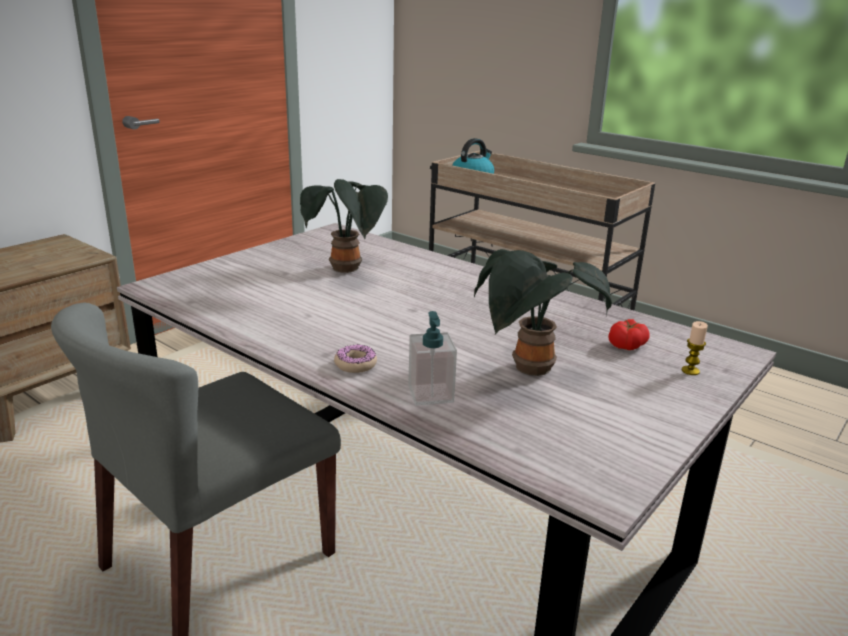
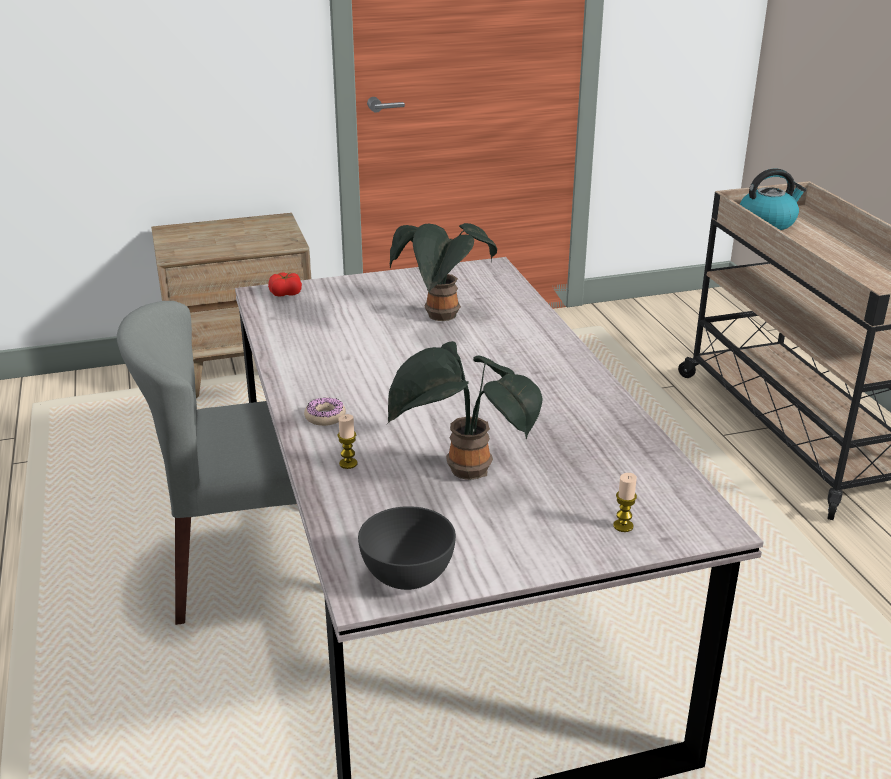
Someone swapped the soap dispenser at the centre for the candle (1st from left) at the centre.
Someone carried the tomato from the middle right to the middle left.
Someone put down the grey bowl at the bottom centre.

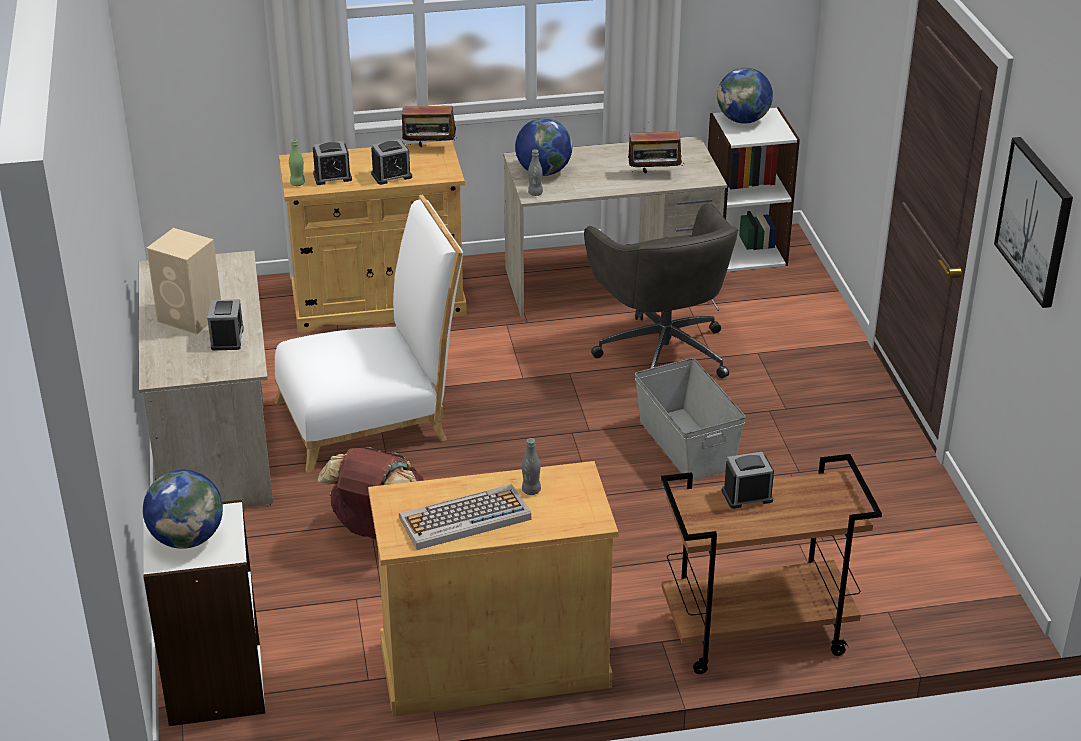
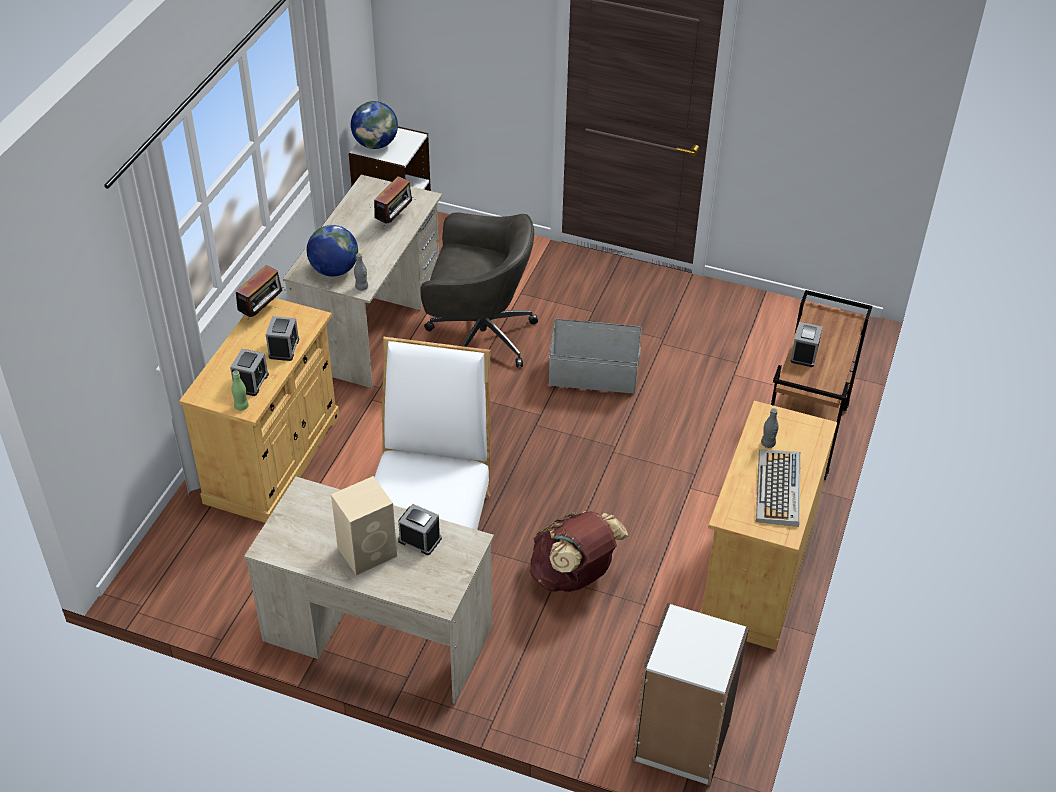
Someone took away the picture at the top right.
Someone took away the globe (1st from left) at the bottom left.

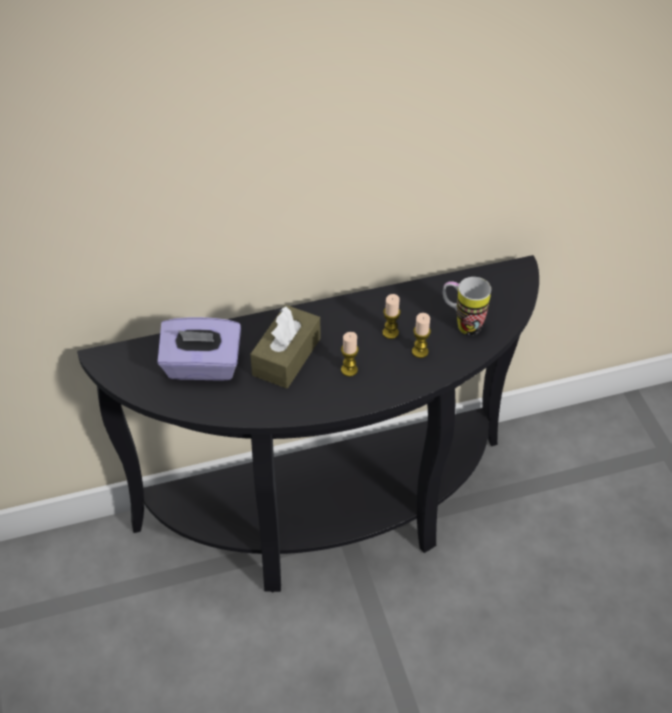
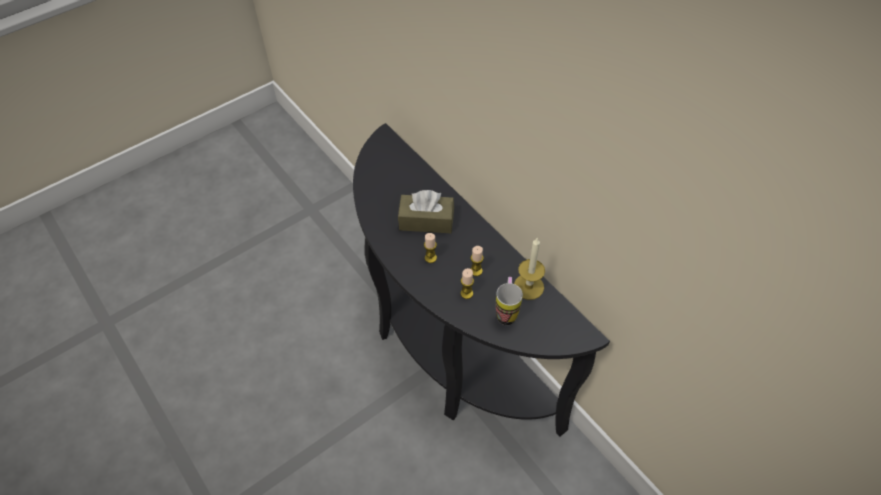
Someone took away the purple tissue box at the middle left.
Someone put down the candle (4th from left) at the centre.

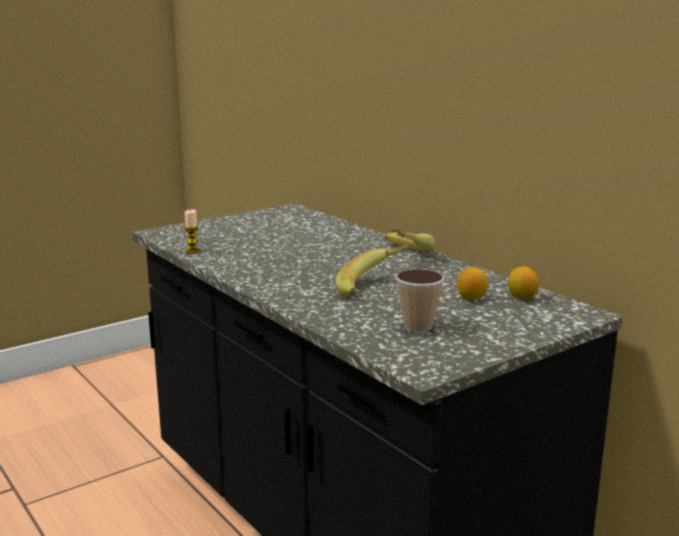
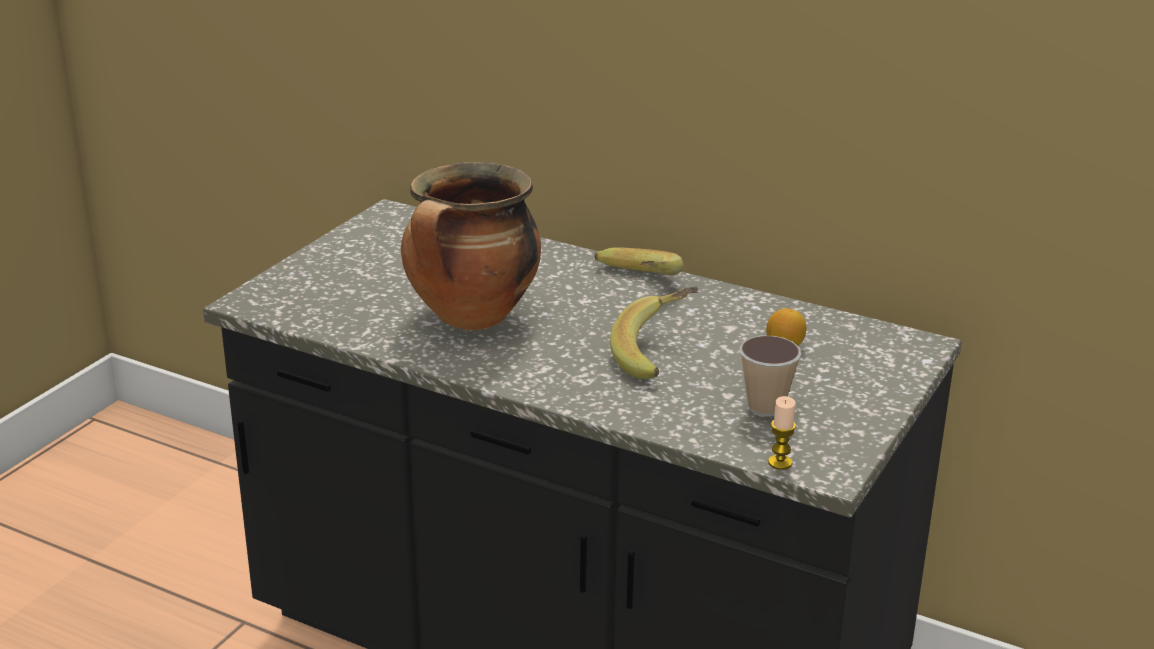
Someone carried the candle from the middle left to the bottom right.
Someone took away the lemon (2nd from left) at the middle right.
Someone put down the cooking pot at the centre.

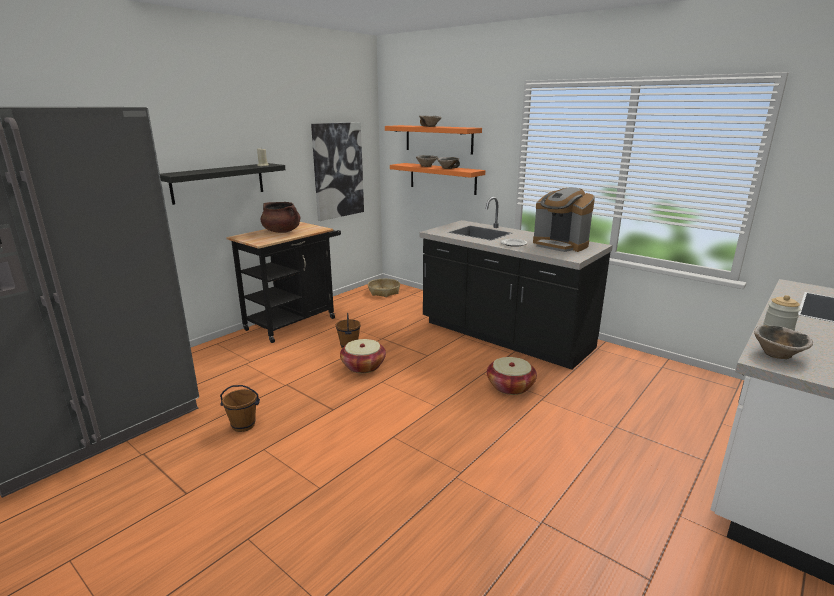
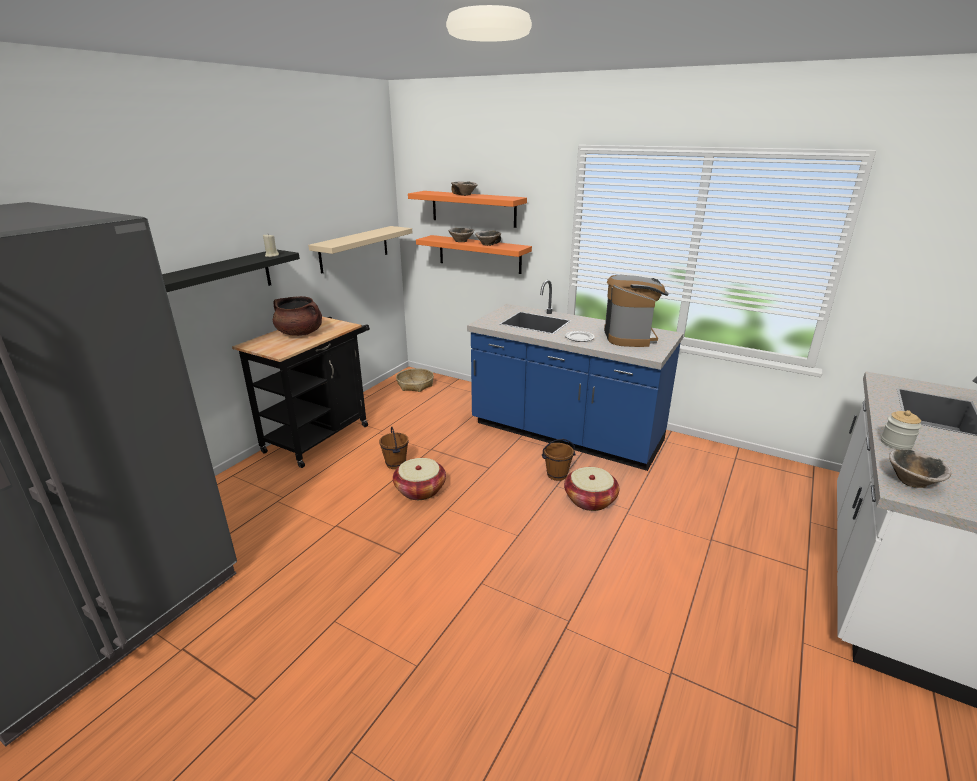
Someone swapped the picture at the top centre for the beige shelf at the top centre.
Someone rotated the coffee machine at the middle right by 120 degrees counterclockwise.
Someone repainted the black counter at the centre, which became the blue counter at the centre.
Someone carried the brown bucket (1st from left in the first image) from the bottom left to the centre.

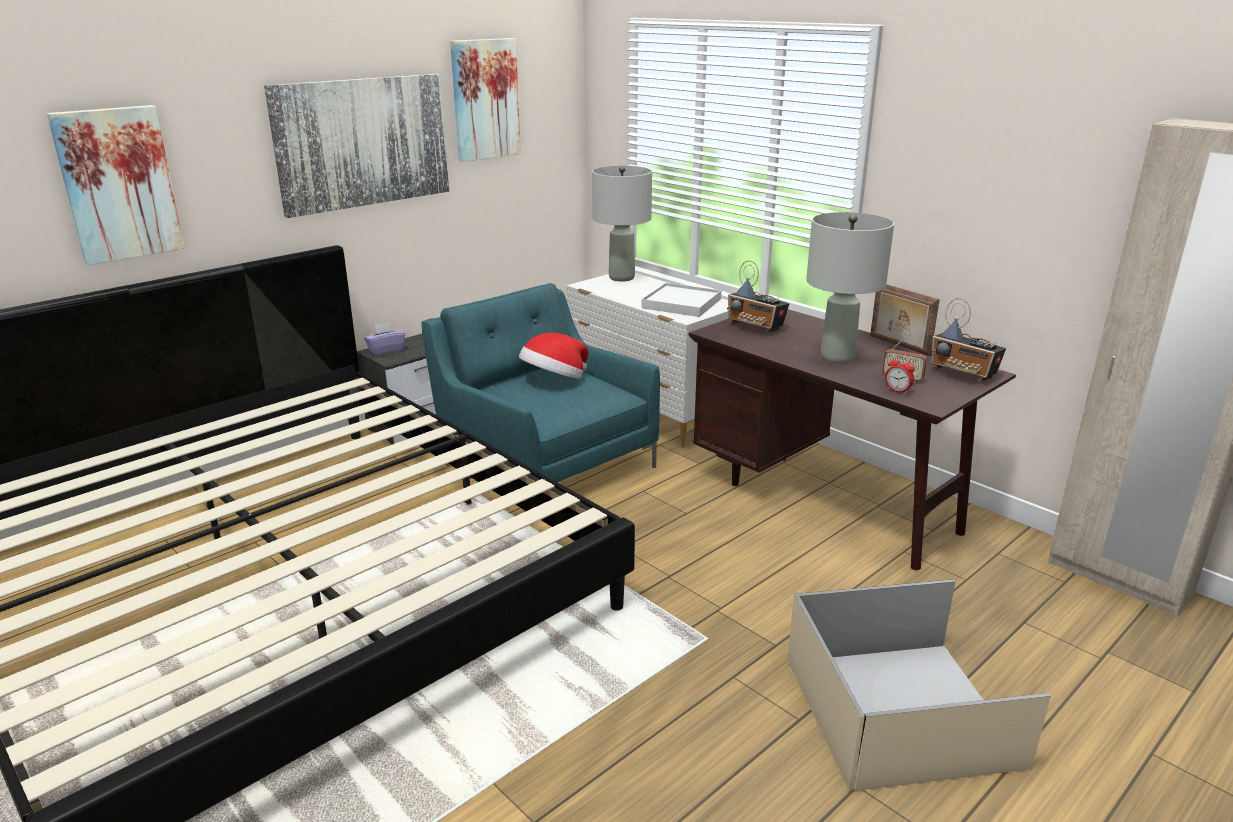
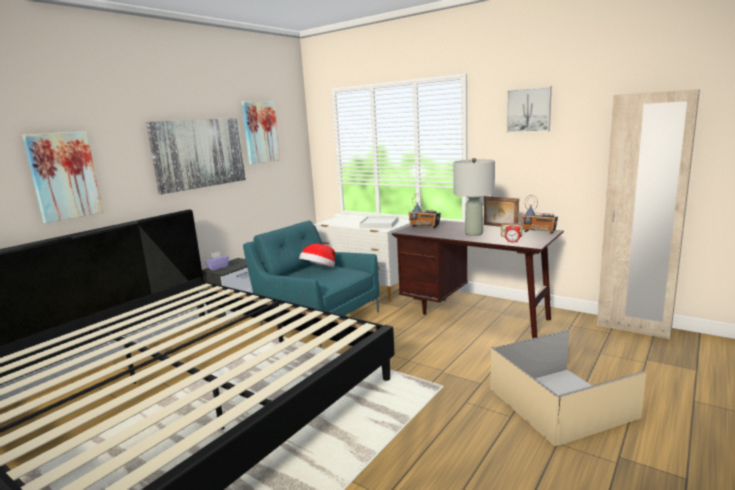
Someone took away the grey table lamp (1st from left) at the top centre.
Someone put up the picture (4th from left) at the top right.

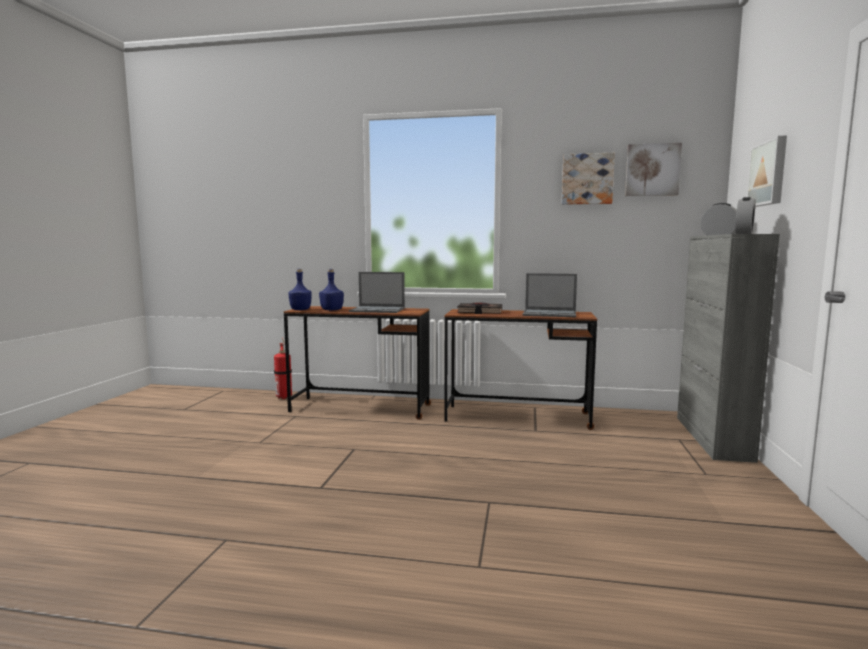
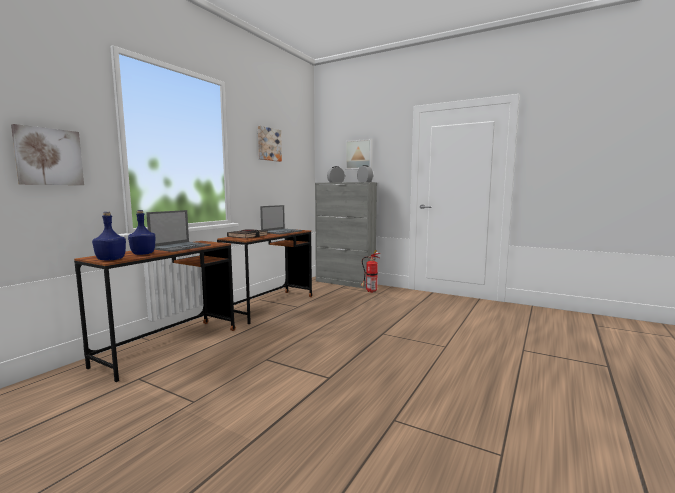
Someone carried the picture (2nd from left in the first image) from the top right to the top left.
Someone carried the fire extinguisher from the middle left to the centre.

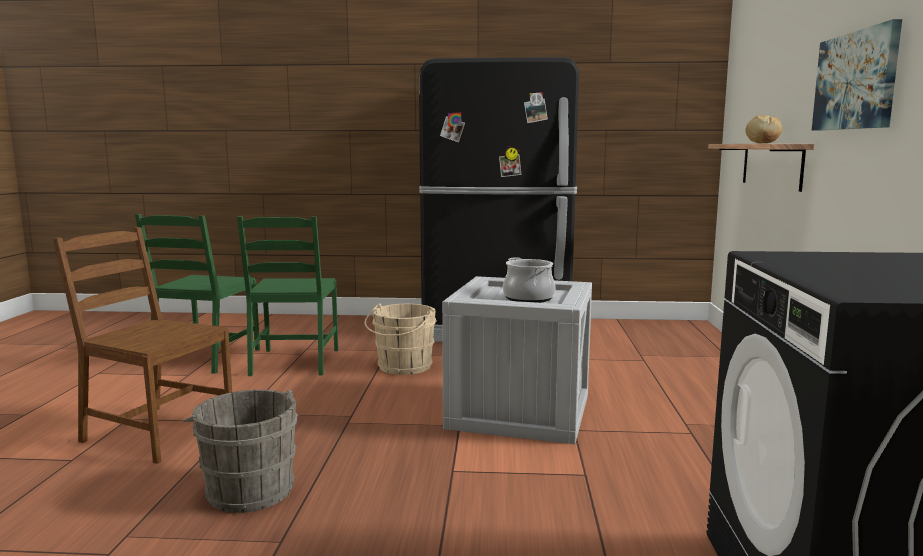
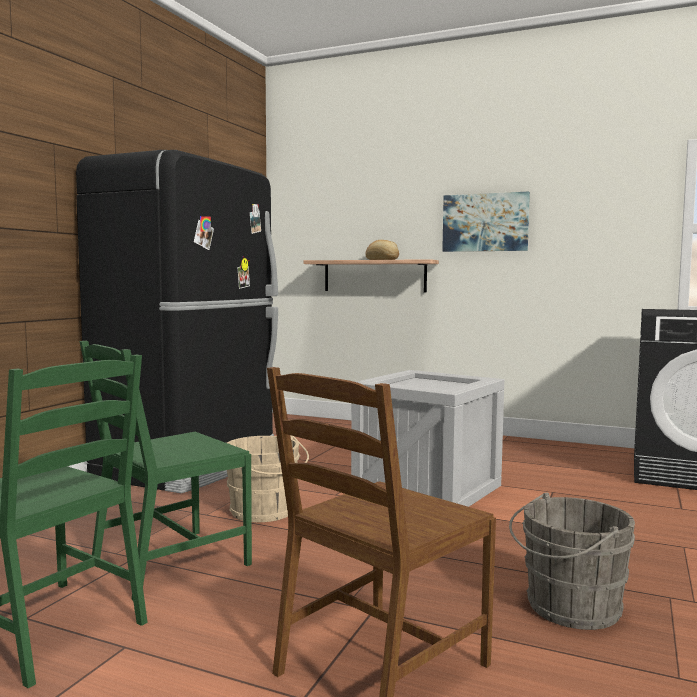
Someone rotated the green chair (2nd from left) at the middle left by 120 degrees clockwise.
Someone took away the cooking pot at the centre.

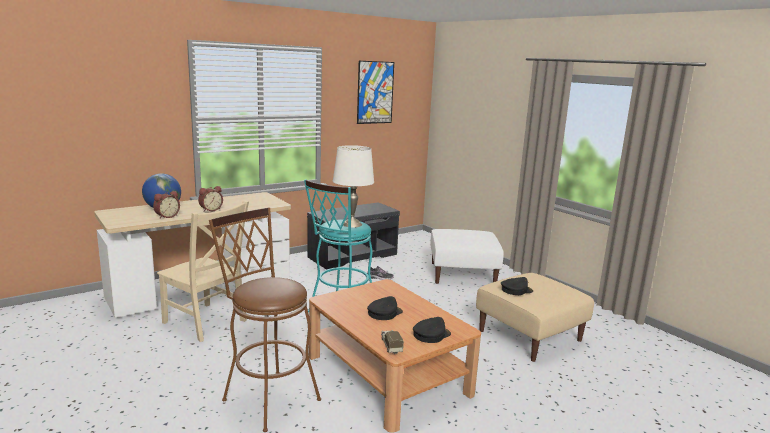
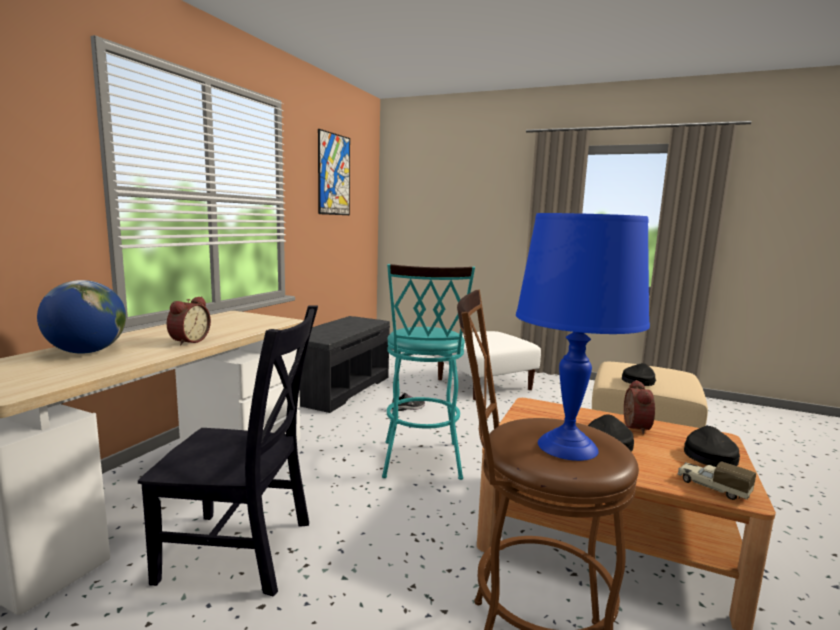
Someone took away the white table lamp at the centre.
Someone carried the alarm clock (1st from left in the first image) from the middle left to the middle right.
Someone repainted the beige chair at the middle left, which became the black chair at the bottom left.
Someone put down the blue table lamp at the middle right.

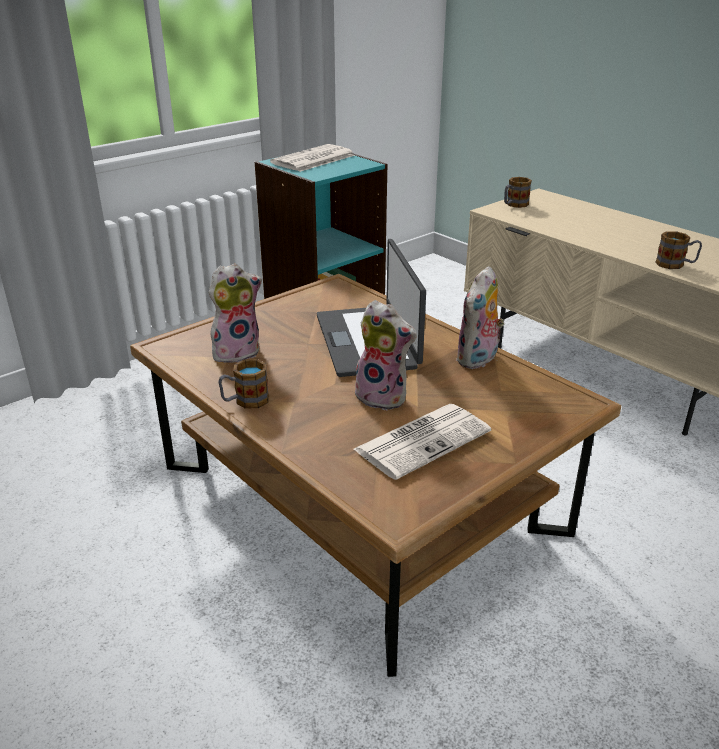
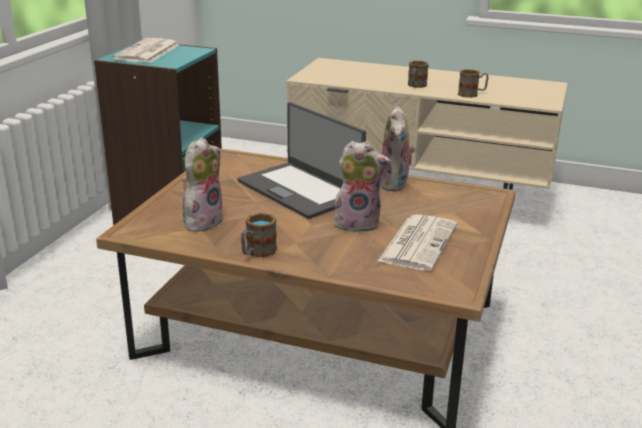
Someone carried the mug (2nd from left) from the top right to the top centre.

